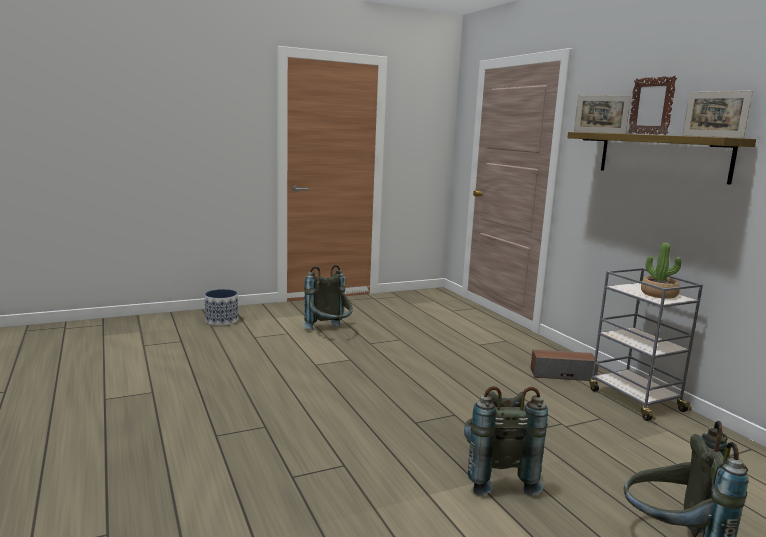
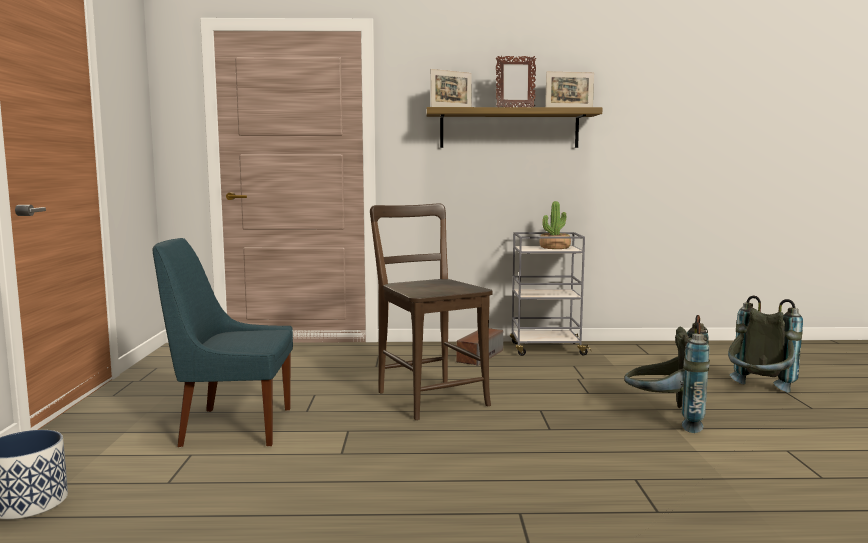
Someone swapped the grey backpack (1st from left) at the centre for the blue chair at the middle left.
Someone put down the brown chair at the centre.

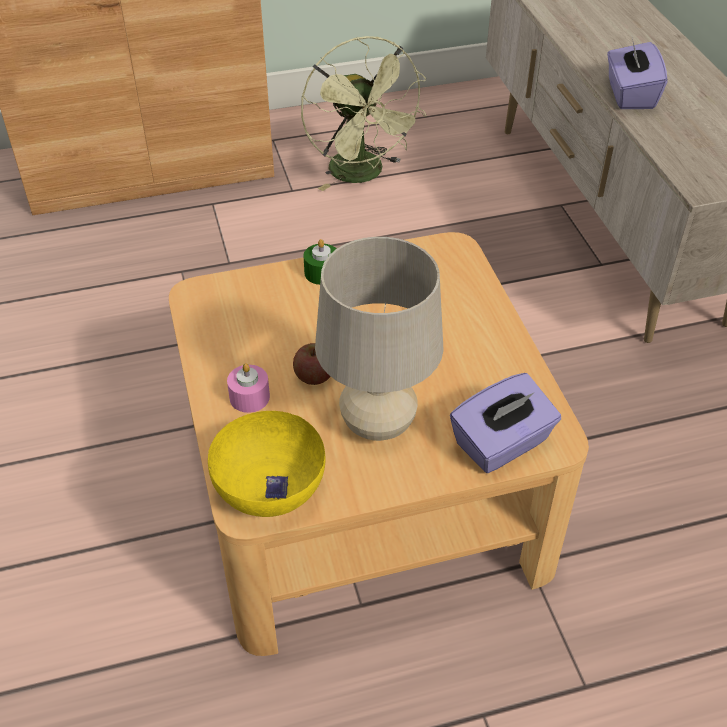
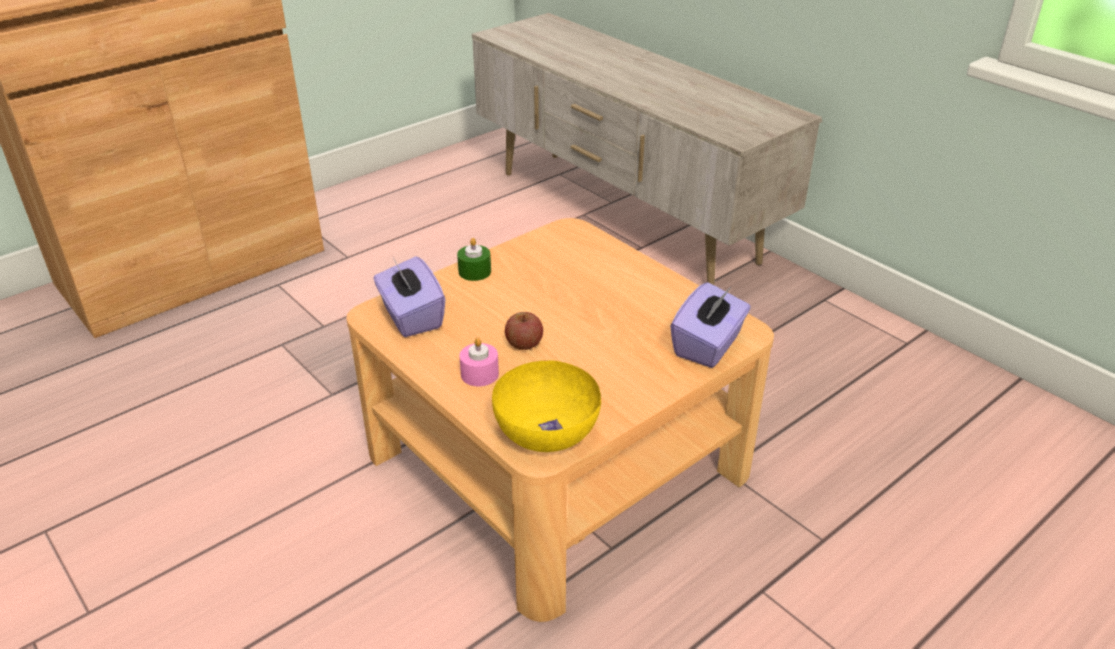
Someone took away the green fan at the top centre.
Someone carried the purple tissue box (2nd from left in the first image) from the top right to the centre.
Someone took away the beige table lamp at the centre.

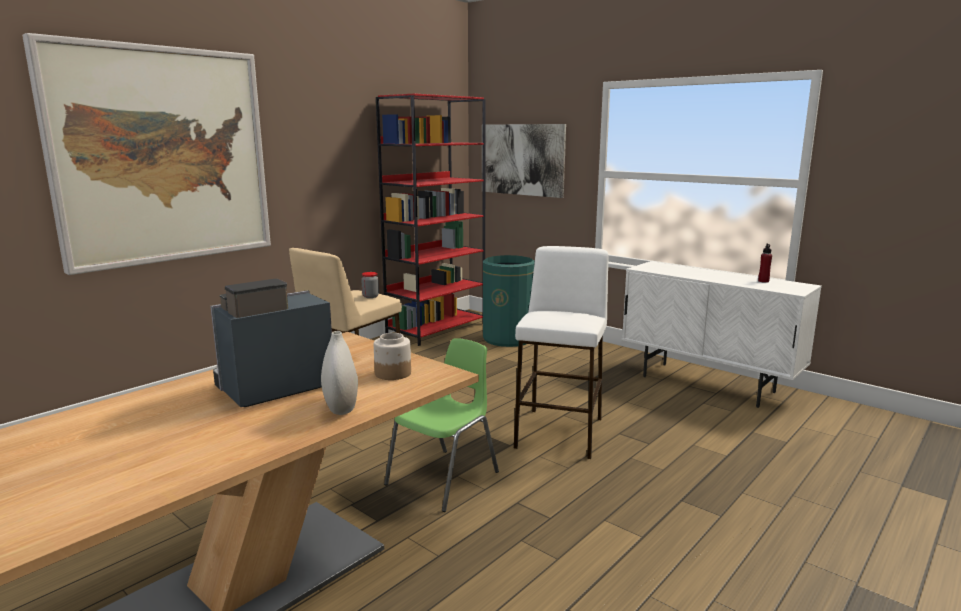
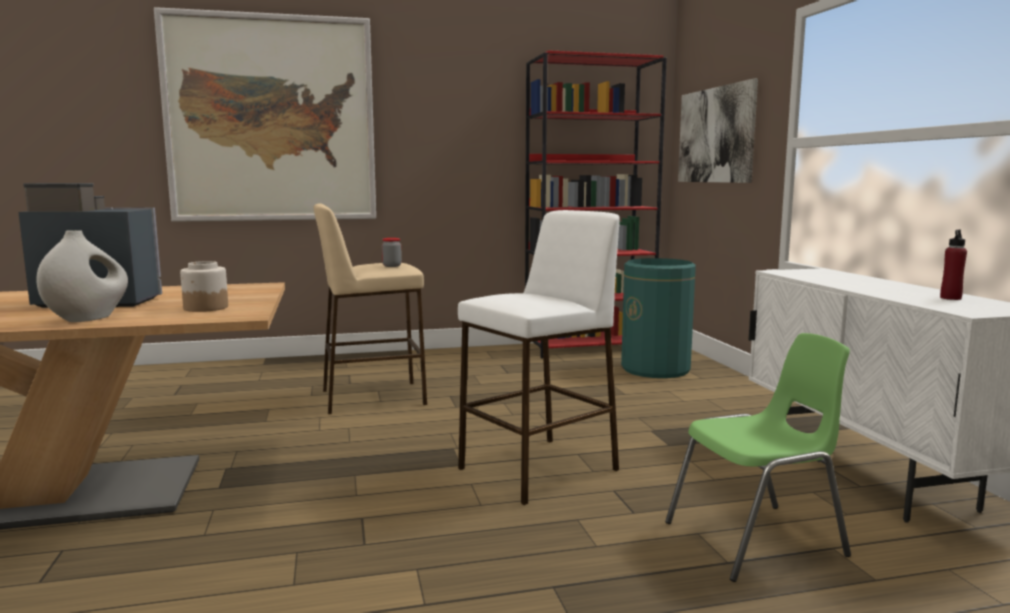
Someone carried the green chair from the bottom centre to the bottom right.

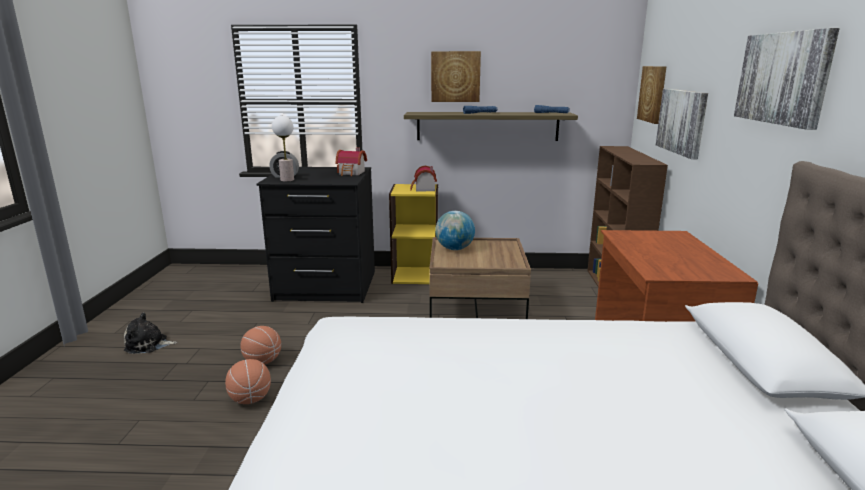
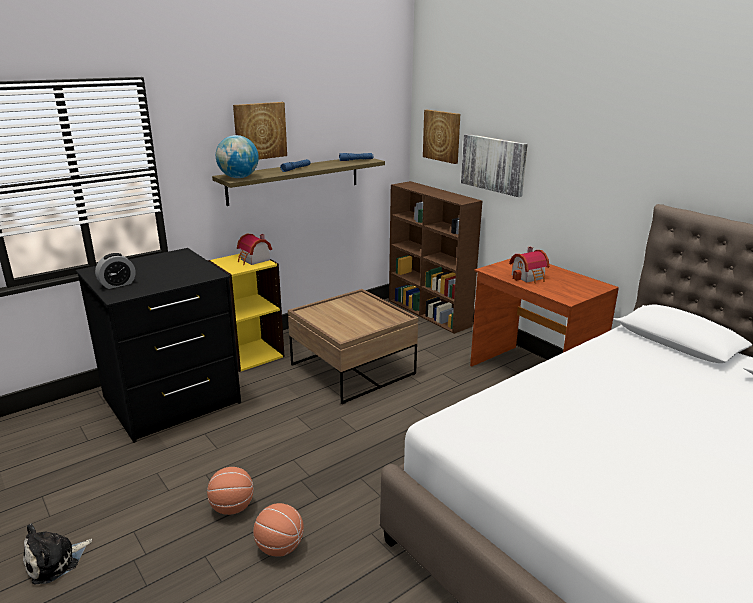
Someone took away the picture (4th from left) at the top right.
Someone took away the table lamp at the top left.
Someone carried the toy house (1st from left in the first image) from the top centre to the middle right.
Someone carried the globe from the centre to the top left.

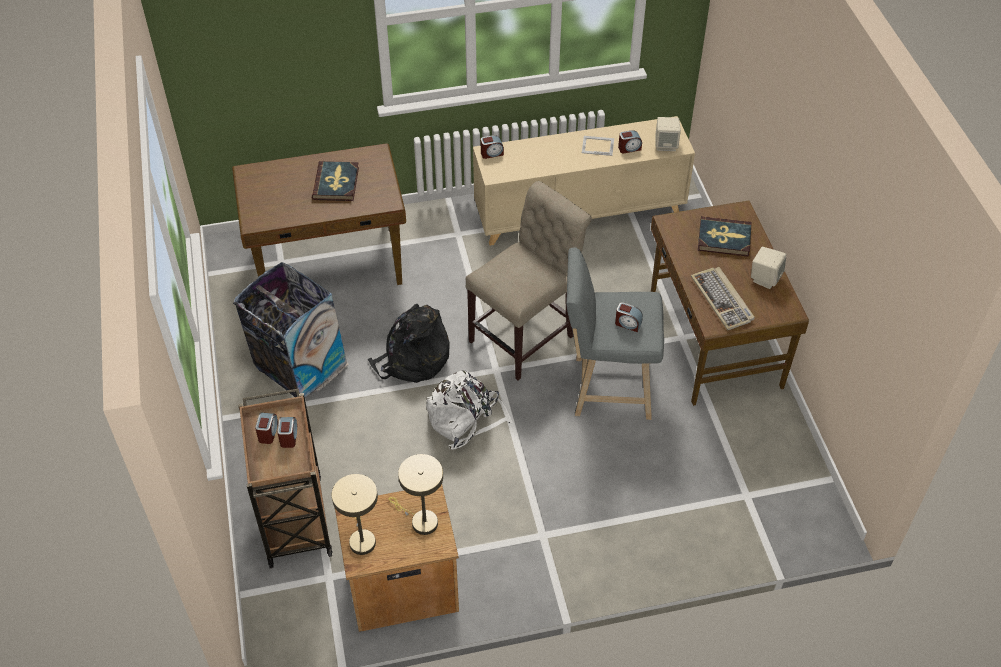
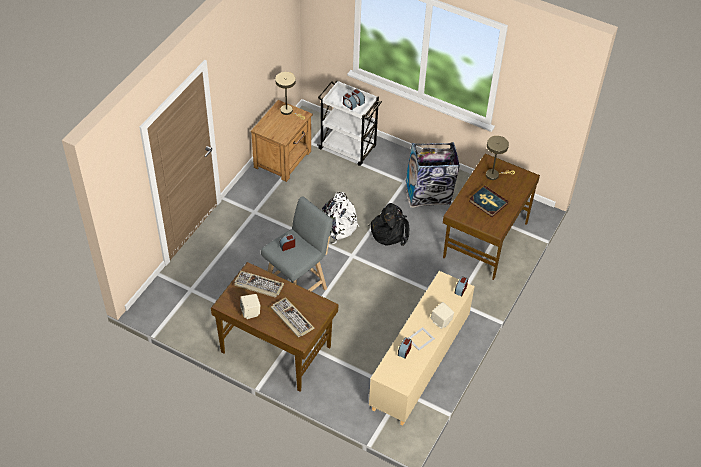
Someone carried the beige speaker (1st from left in the first image) from the top right to the bottom centre.
Someone took away the beige chair at the centre.
Someone swapped the book (2nd from left) at the middle right for the keyboard (2nd from left) at the bottom centre.
Someone repainted the brown cart at the bottom left, which became the white cart at the top centre.
Someone carried the beige table lamp (2nd from left) from the bottom centre to the middle right.

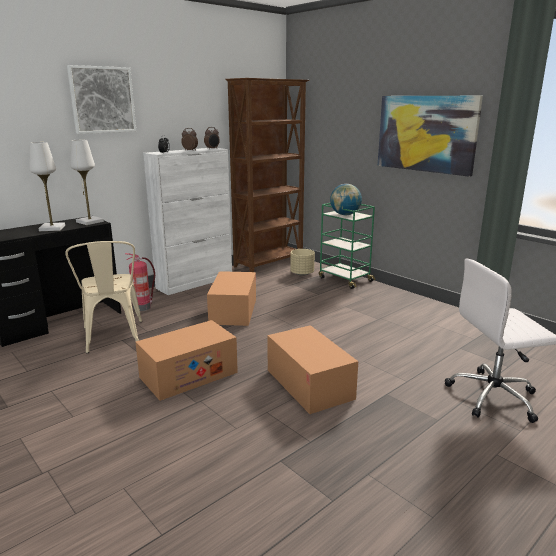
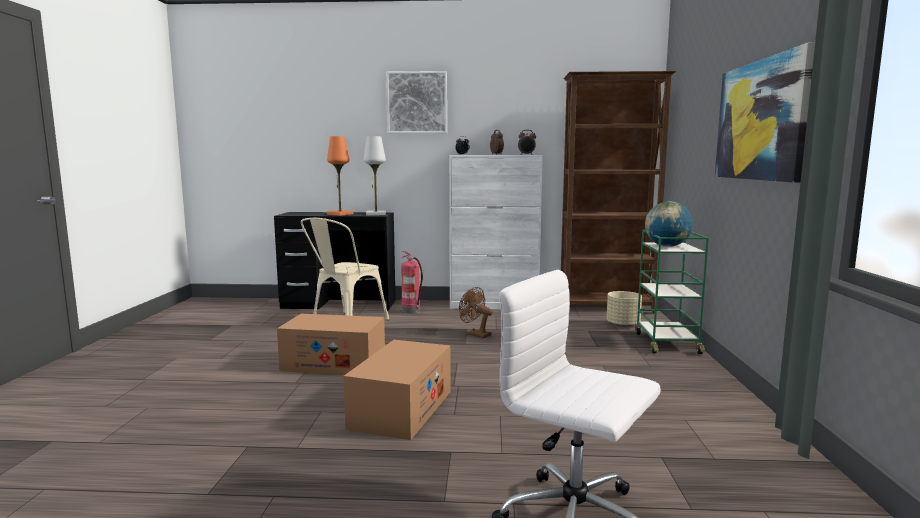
Someone repainted the white table lamp (1st from left) at the middle left, which became the orange table lamp at the centre.
Someone swapped the cardboard box (2nd from left) at the centre for the brown fan at the centre.

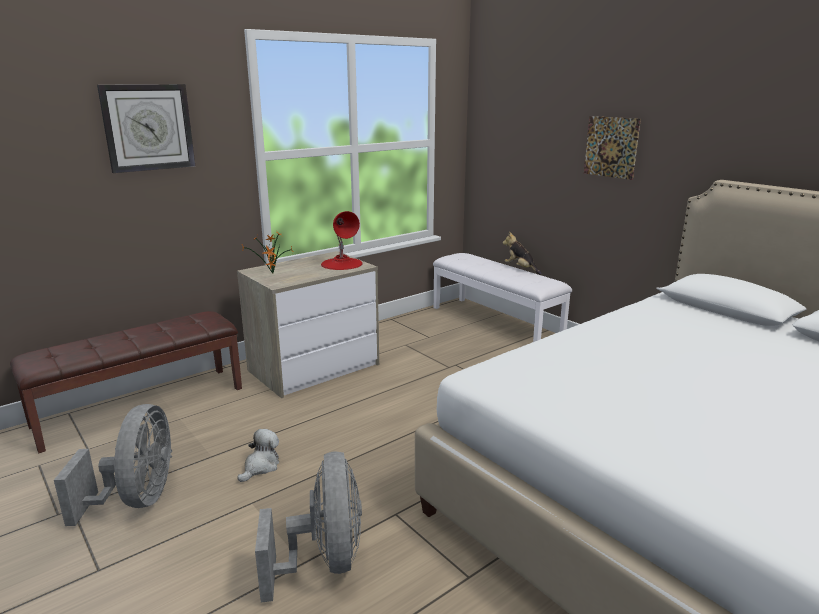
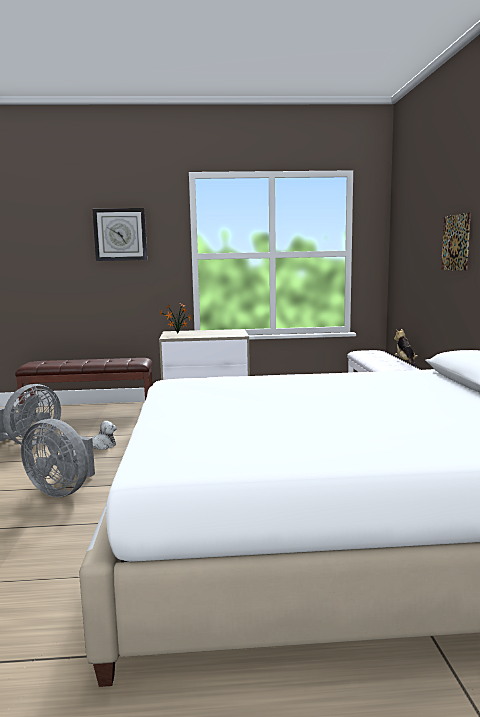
Someone took away the red table lamp at the centre.
Someone rotated the grey fan (2nd from left) at the bottom centre by 90 degrees clockwise.

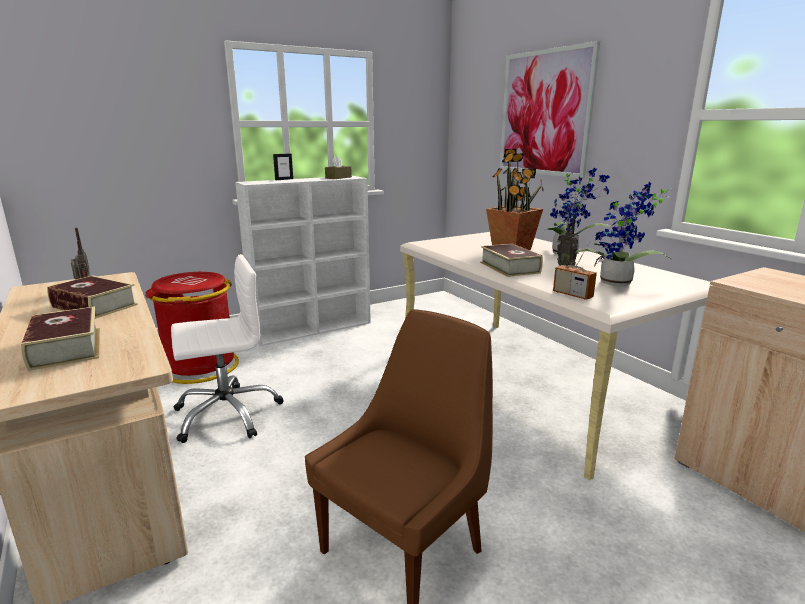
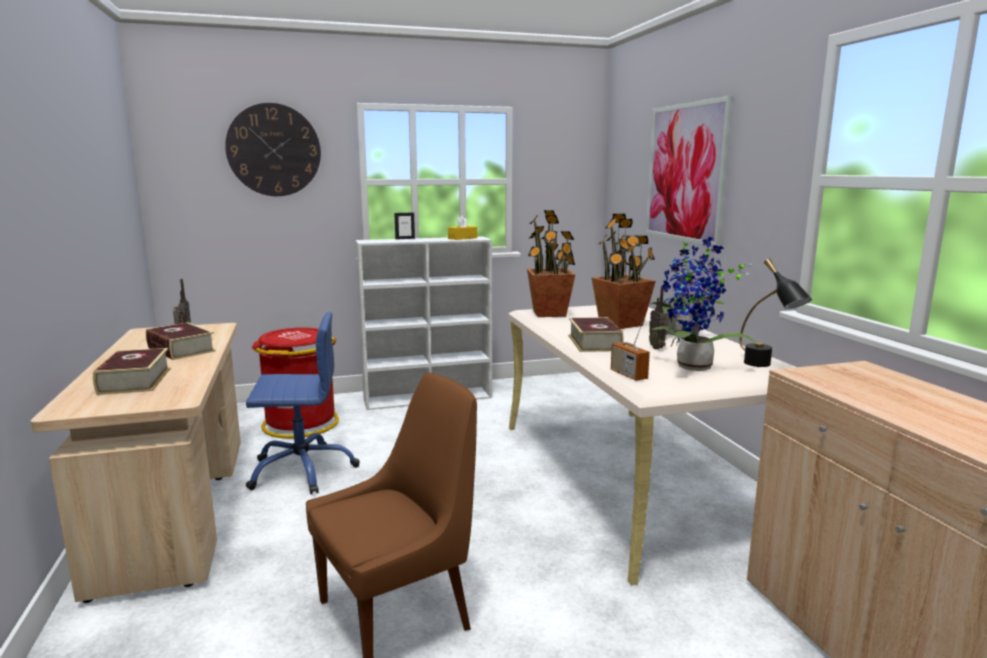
Someone repainted the brown tissue box at the top centre, which became the yellow tissue box at the centre.
Someone repainted the white office chair at the middle left, which became the blue office chair at the middle left.
Someone put up the wall clock at the top left.
Someone put down the potted plant (1st from left) at the centre.
Someone put down the black table lamp at the middle right.

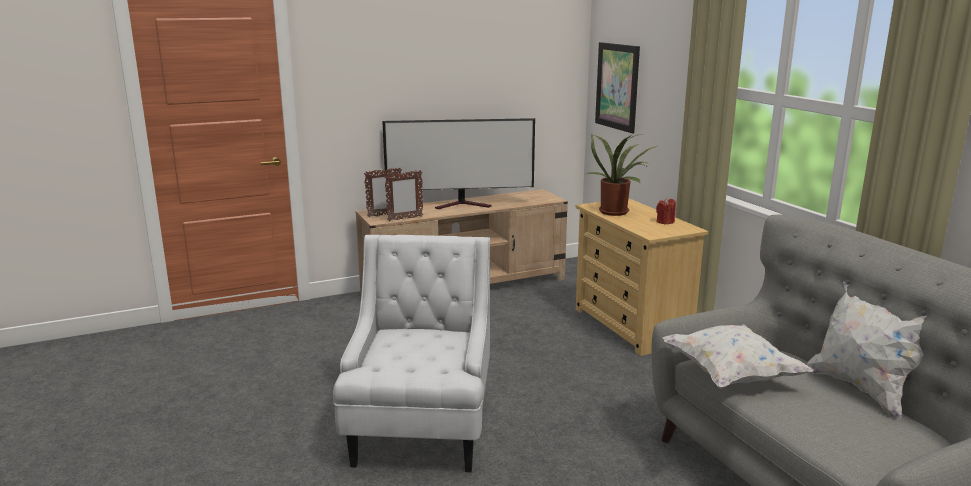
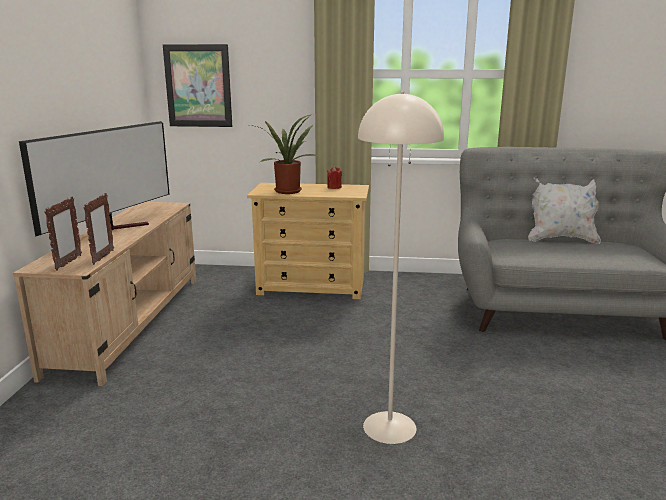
Someone swapped the white armchair at the bottom centre for the beige floor lamp at the centre.
Someone took away the white pillow (1st from left) at the bottom right.

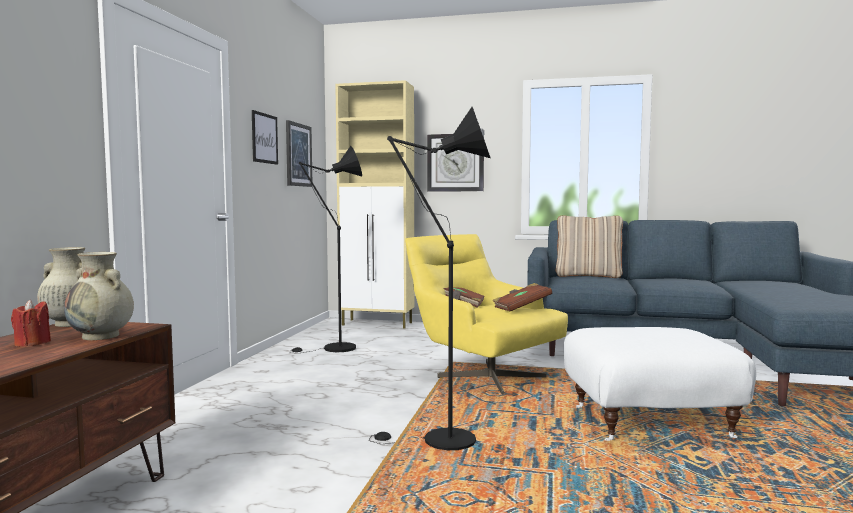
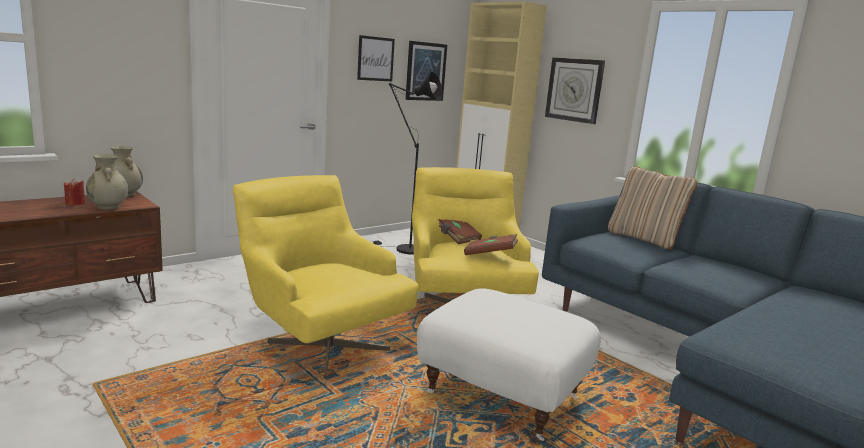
Someone swapped the black floor lamp (2nd from left) at the centre for the yellow armchair (1st from left) at the centre.

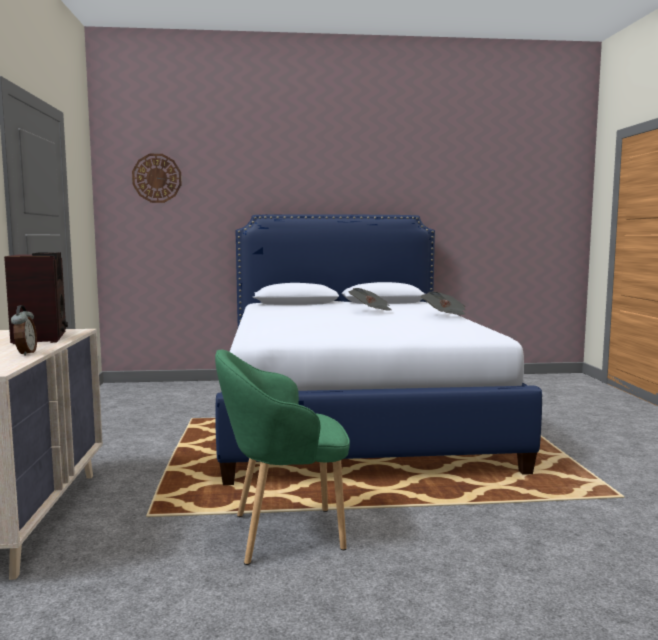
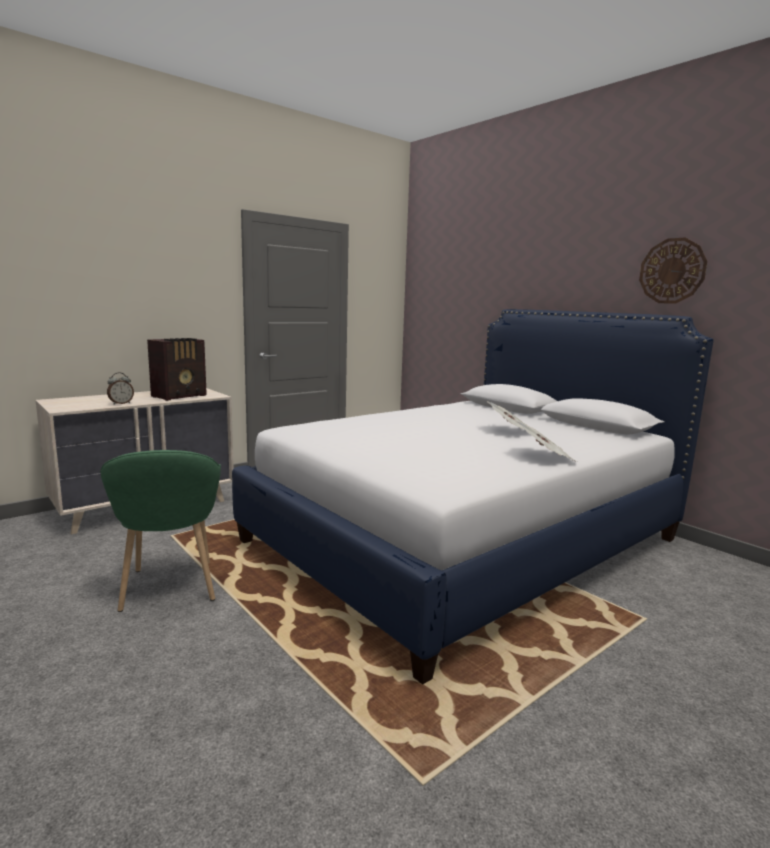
Someone carried the wall clock from the top left to the top right.
Someone rotated the green armchair at the bottom centre by 150 degrees counterclockwise.

